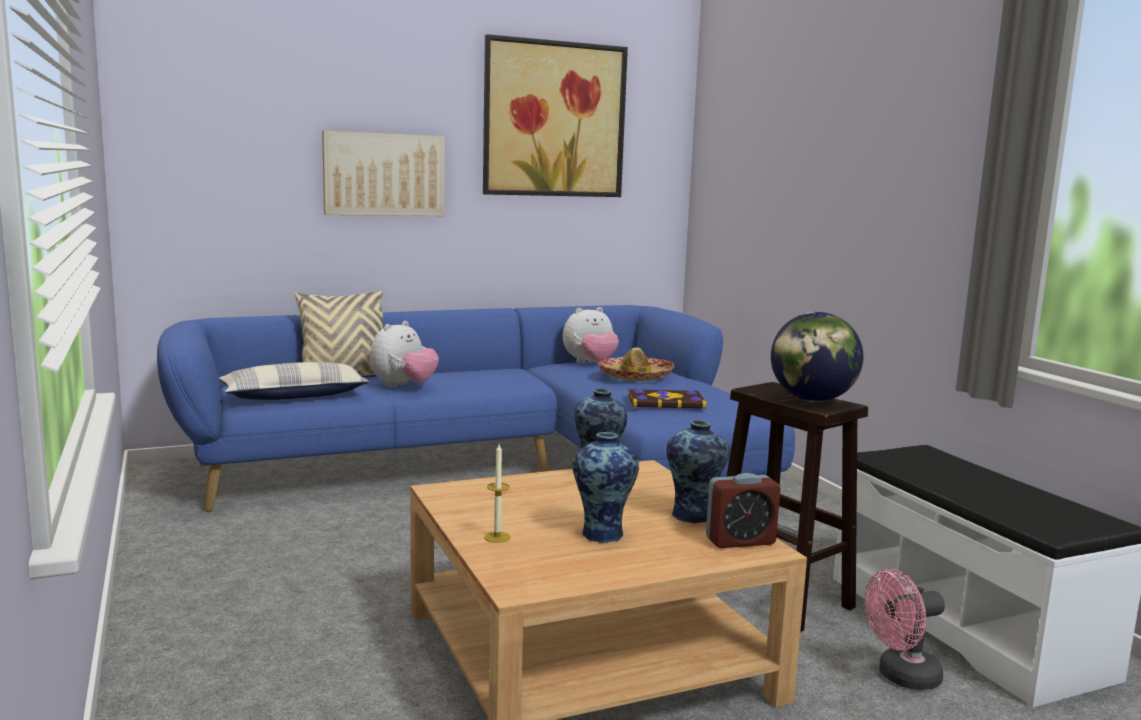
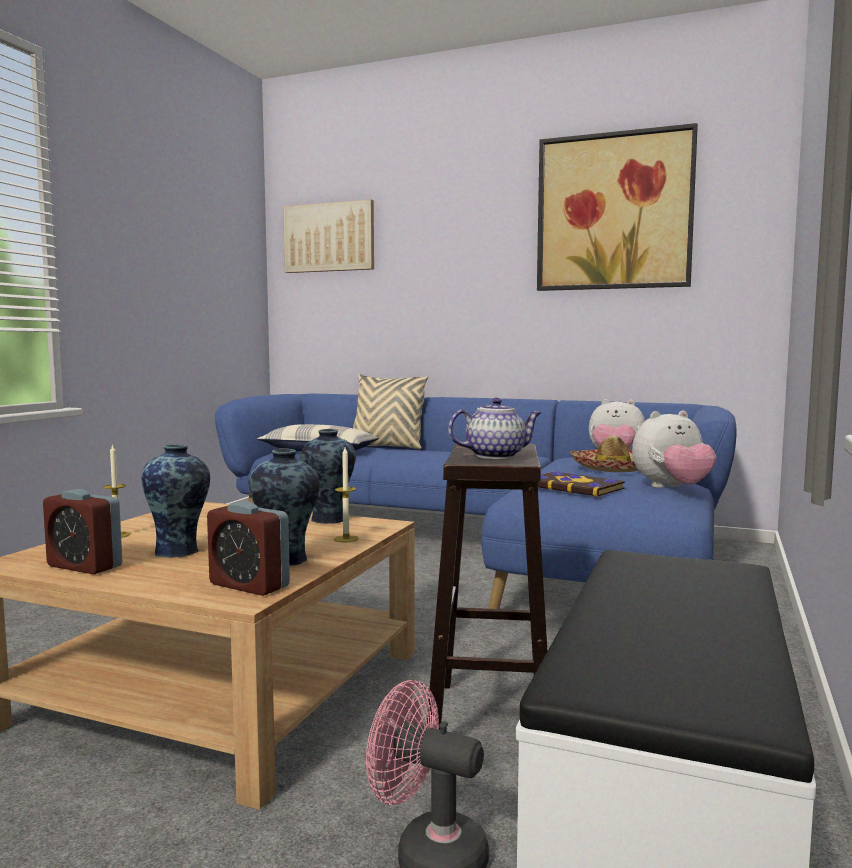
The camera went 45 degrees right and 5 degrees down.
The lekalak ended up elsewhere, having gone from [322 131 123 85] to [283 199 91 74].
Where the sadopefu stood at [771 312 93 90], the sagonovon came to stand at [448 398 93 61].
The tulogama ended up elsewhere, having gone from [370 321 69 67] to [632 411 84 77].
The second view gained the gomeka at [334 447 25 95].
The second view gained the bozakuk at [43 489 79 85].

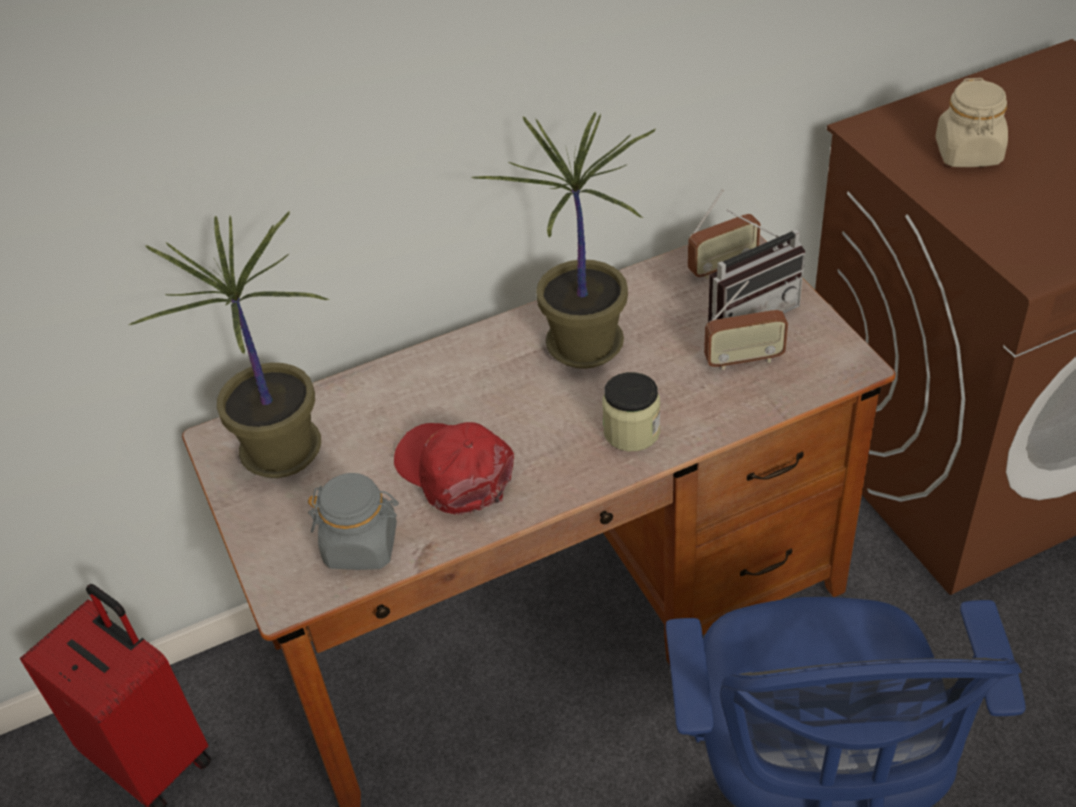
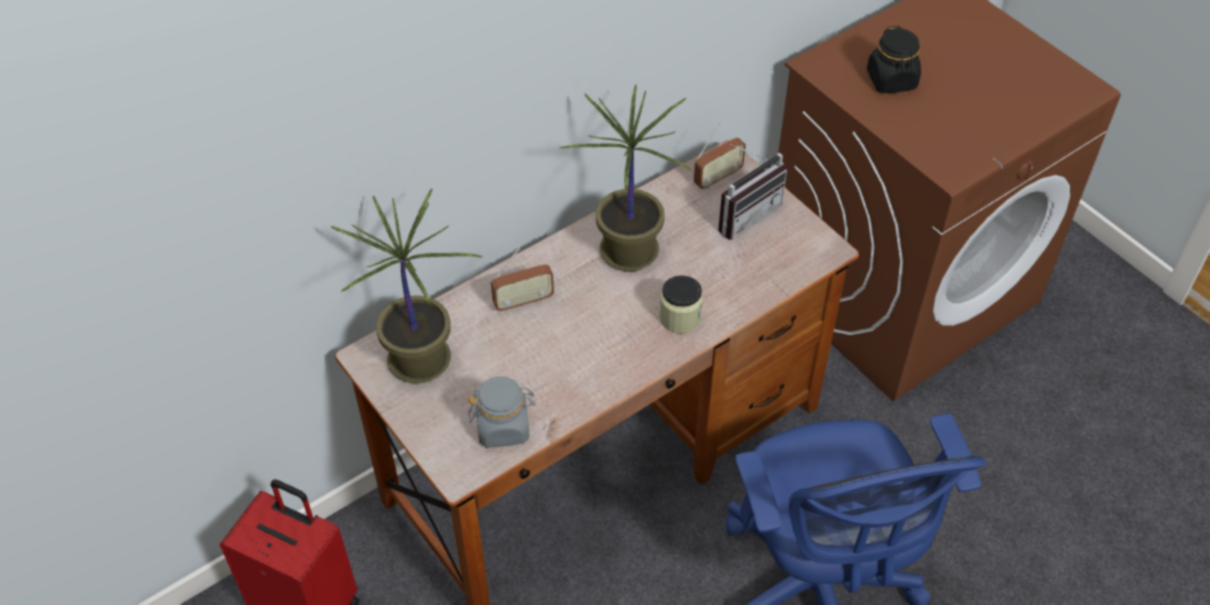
The camera went 15 degrees left and 5 degrees up.
What was the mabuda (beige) at [935 78 73 89] turned into the mabuda (black) at [867 26 54 67].
The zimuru ended up elsewhere, having gone from [704 280 84 90] to [491 248 63 64].
The second view lost the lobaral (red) at [394 422 120 93].

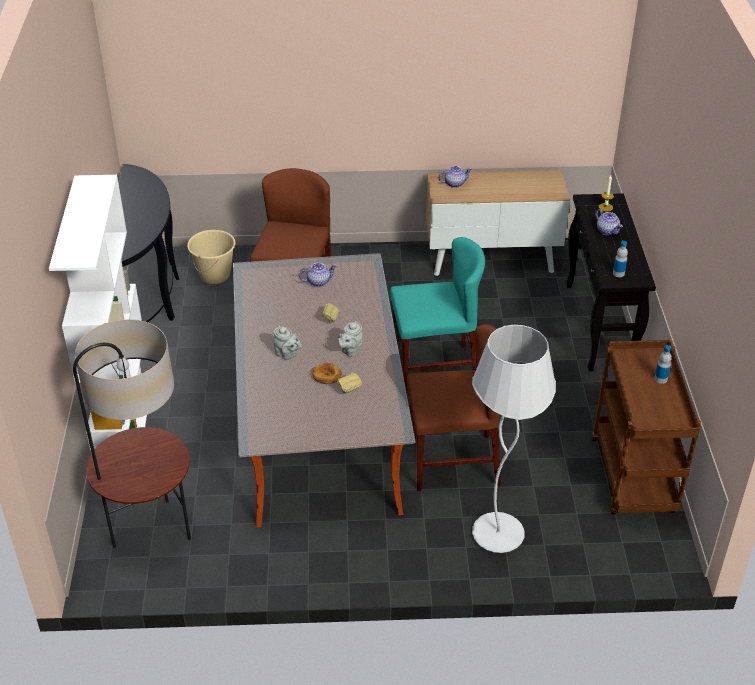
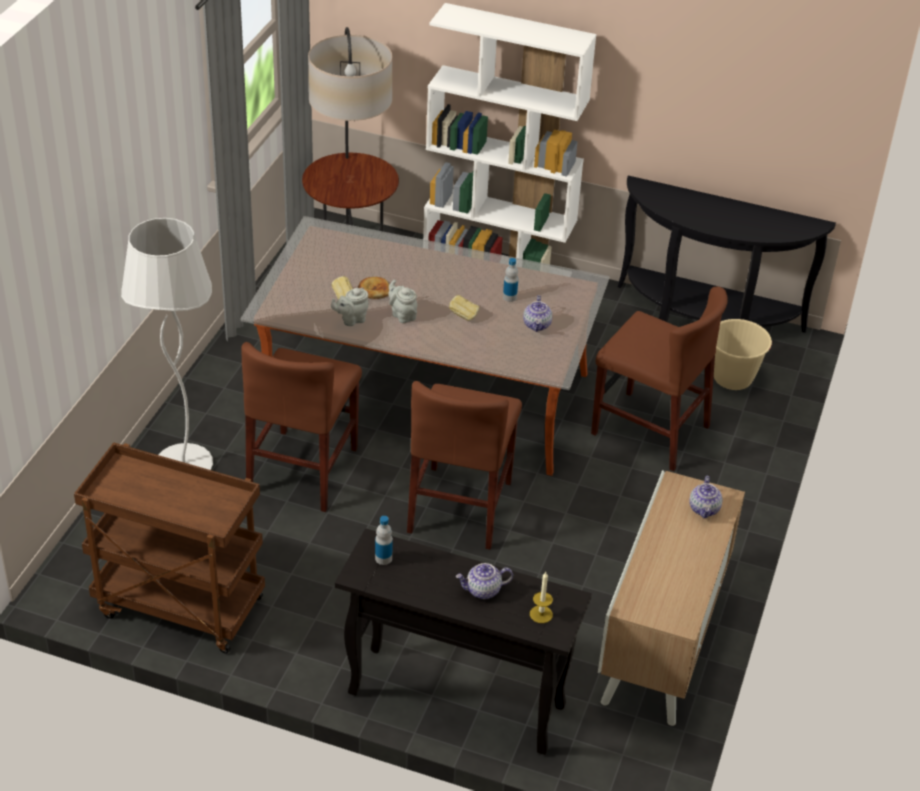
The camera went 110 degrees right and 0 degrees up.
What was the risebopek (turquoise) at [390 237 95 156] turned into the risebopek (brown) at [407 381 115 169].
The sagonovon (grey) ended up elsewhere, having gone from [273 326 29 34] to [331 288 37 38].
The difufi ended up elsewhere, having gone from [654 345 18 39] to [503 258 15 44].

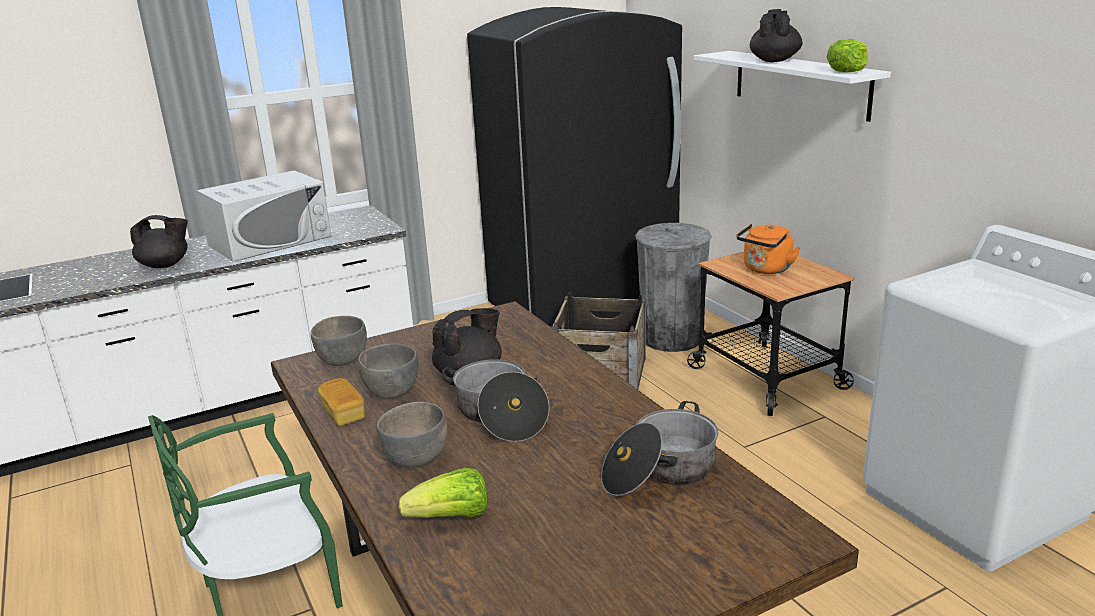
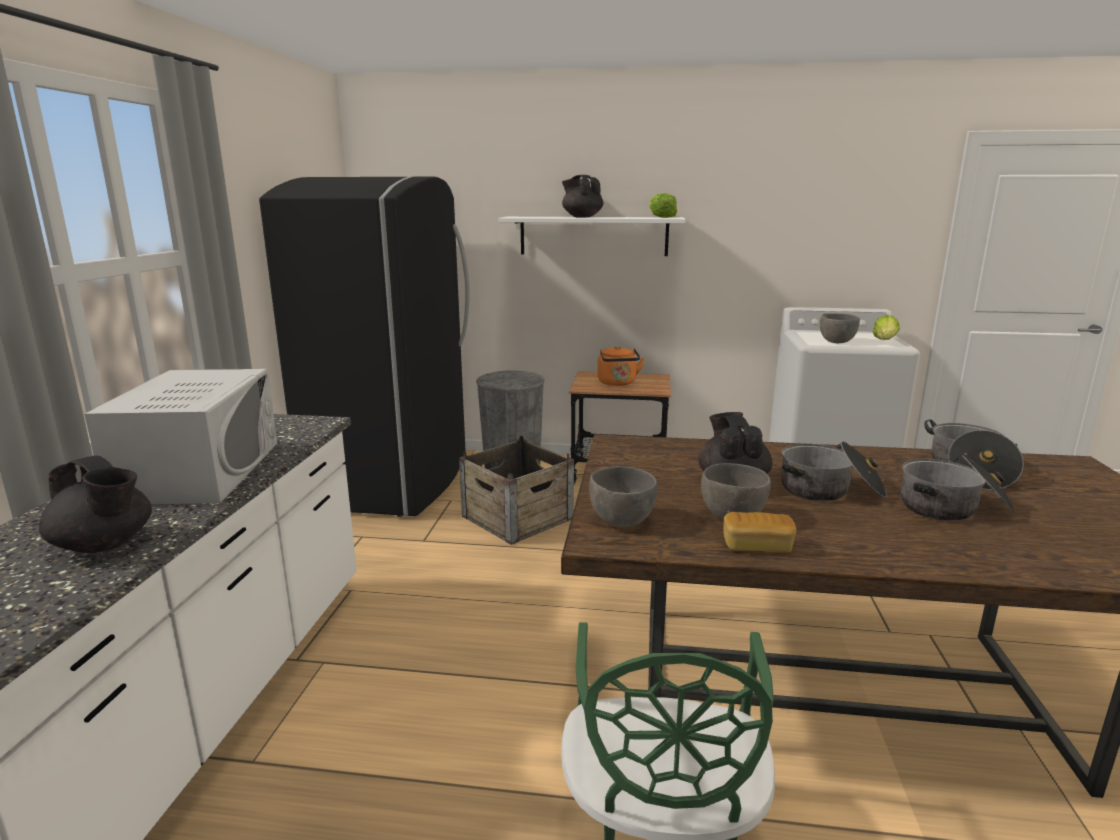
The camera went 55 degrees left and 5 degrees down.
The sagonovon (black) at [130 215 58 53] ended up facing another way, 90 degrees clockwise from before.
The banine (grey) ended up elsewhere, having gone from [377 402 70 65] to [820 313 40 30].
The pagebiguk ended up elsewhere, having gone from [398 468 90 50] to [873 315 27 25].
The second view gained the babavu at [901 455 114 66].

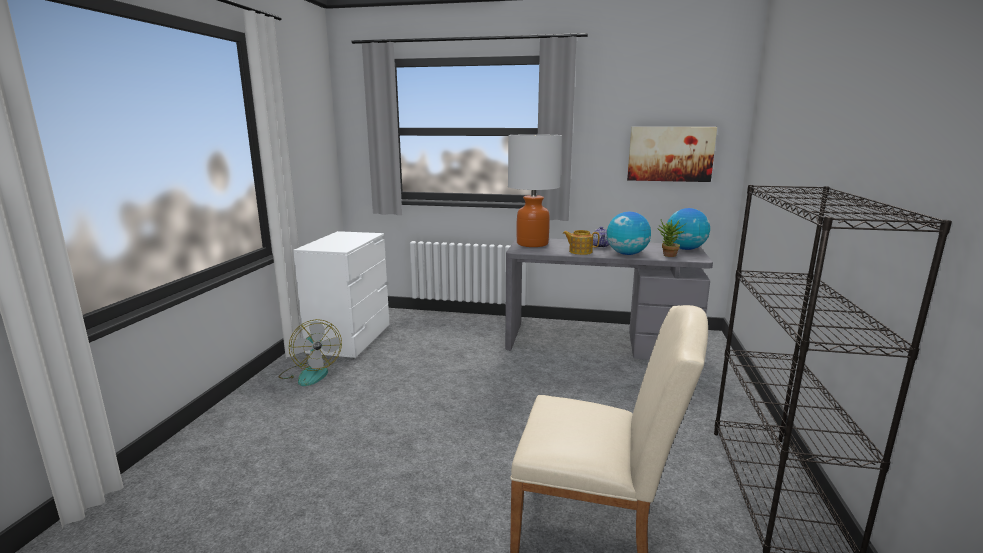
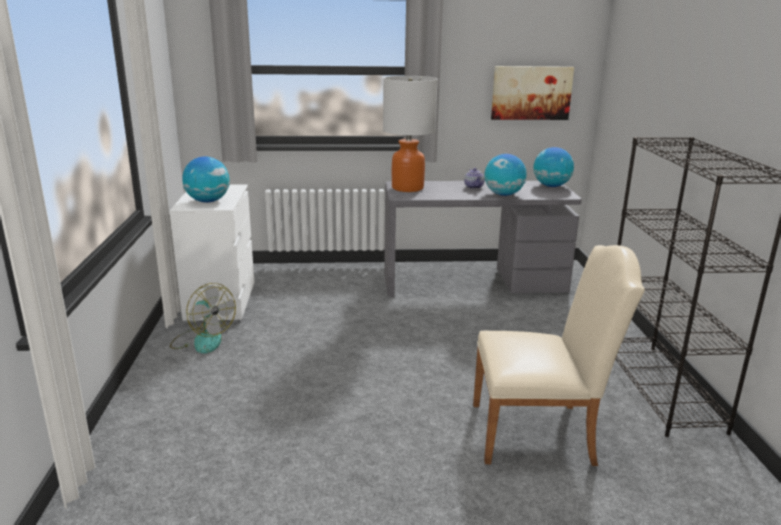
The camera went 15 degrees left and 5 degrees up.
The second view lost the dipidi at [657 220 28 37].
The second view lost the sagonovon at [563 230 36 25].
The second view gained the sadopefu at [182 157 48 46].

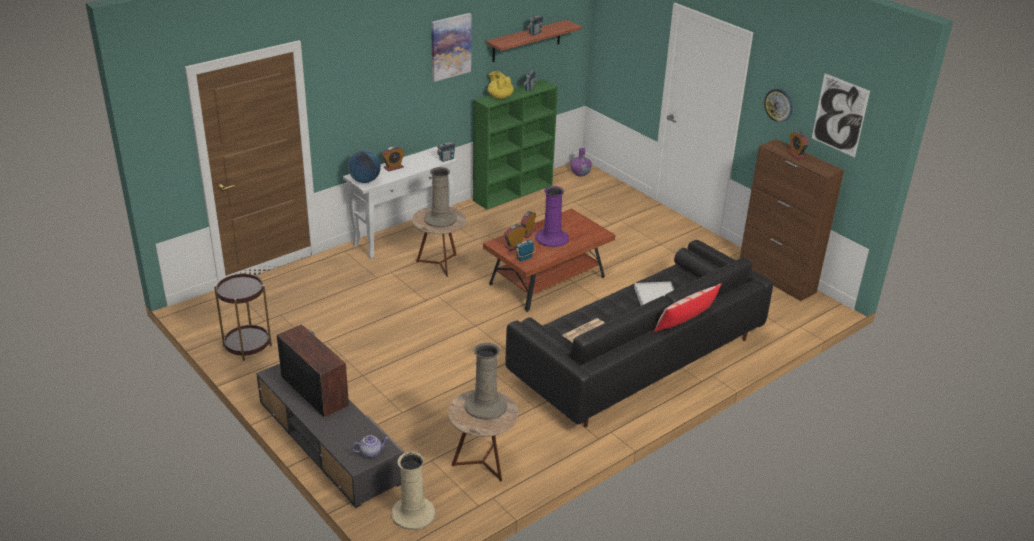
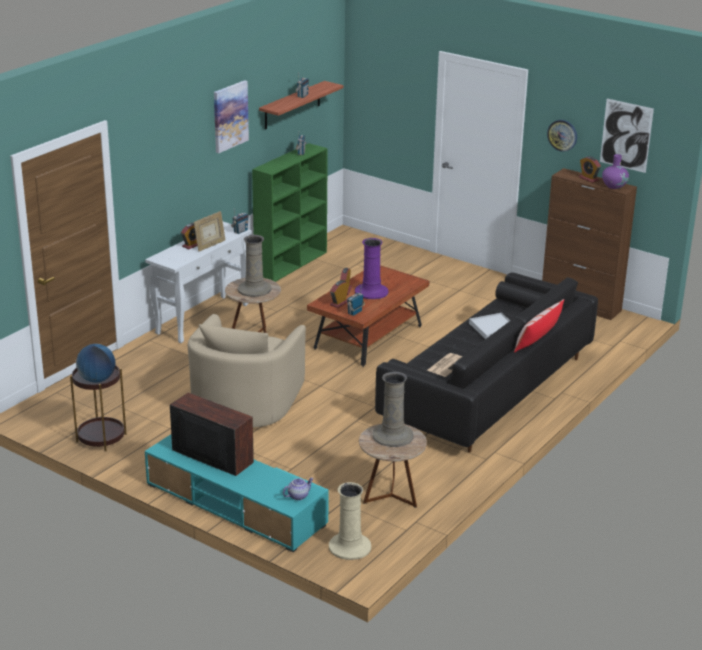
The camera went 15 degrees left and 5 degrees down.
The second view lost the sagonovon (yellow) at [488 71 26 28].
The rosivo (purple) ended up elsewhere, having gone from [570 148 22 29] to [602 154 27 35].
The sadopefu ended up elsewhere, having gone from [348 150 33 33] to [76 344 39 38].
What was the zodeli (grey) at [256 364 148 144] turned into the zodeli (turquoise) at [145 434 184 118].
The second view gained the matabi at [194 211 32 40].
The second view gained the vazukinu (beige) at [188 314 118 114].

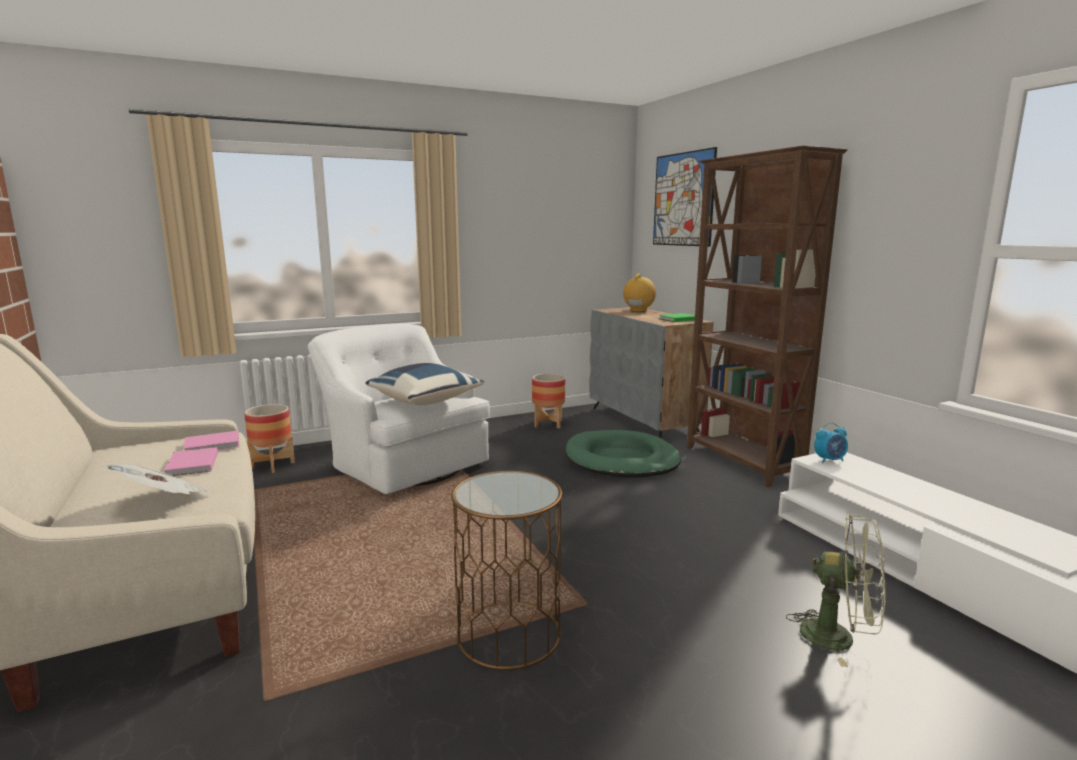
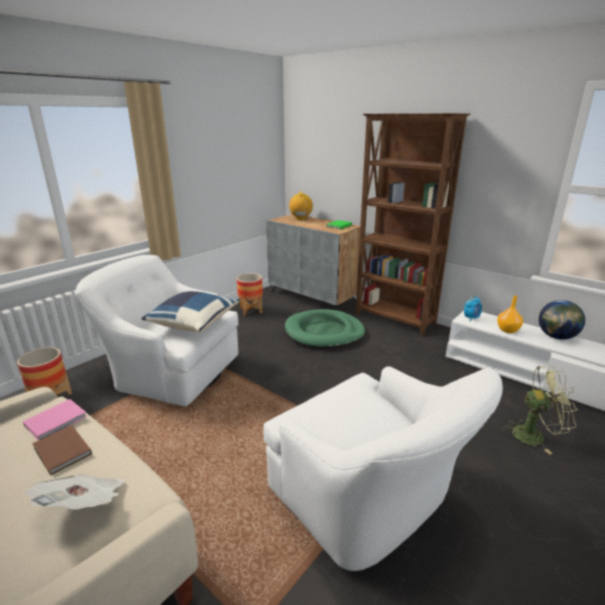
The camera went 25 degrees left and 10 degrees up.
The second view lost the lekalak at [653 147 64 100].
What was the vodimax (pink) at [164 447 54 29] turned into the vodimax (brown) at [32 426 60 50].
Where the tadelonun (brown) stood at [451 471 111 199], the vazukinu (white) came to stand at [263 366 240 205].
The second view gained the rosivo (orange) at [497 296 26 37].
The second view gained the sadopefu at [539 300 46 40].

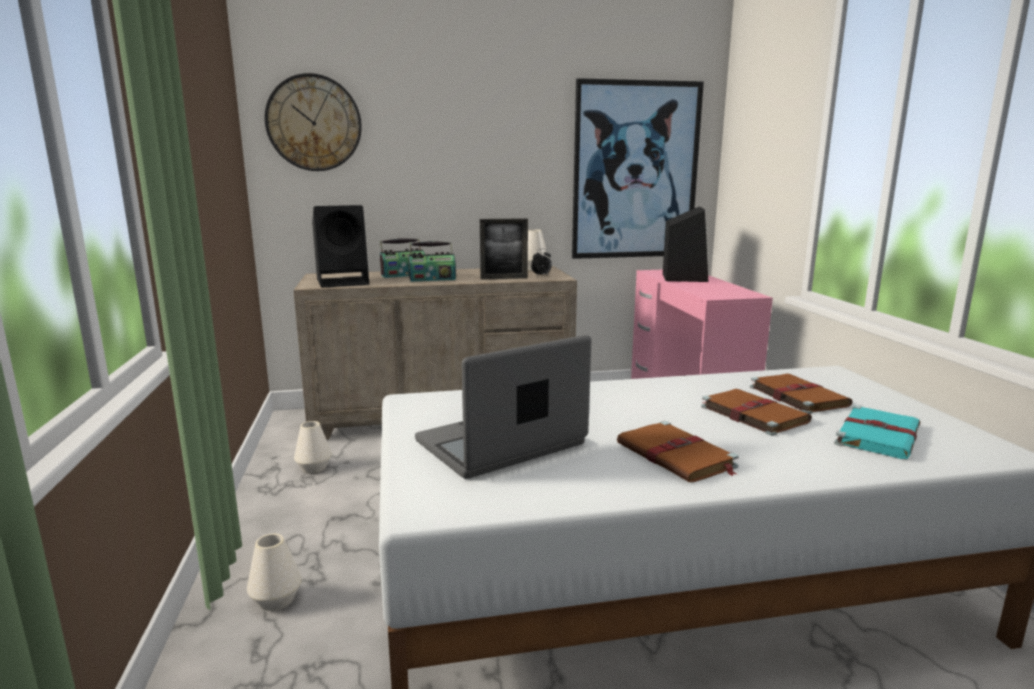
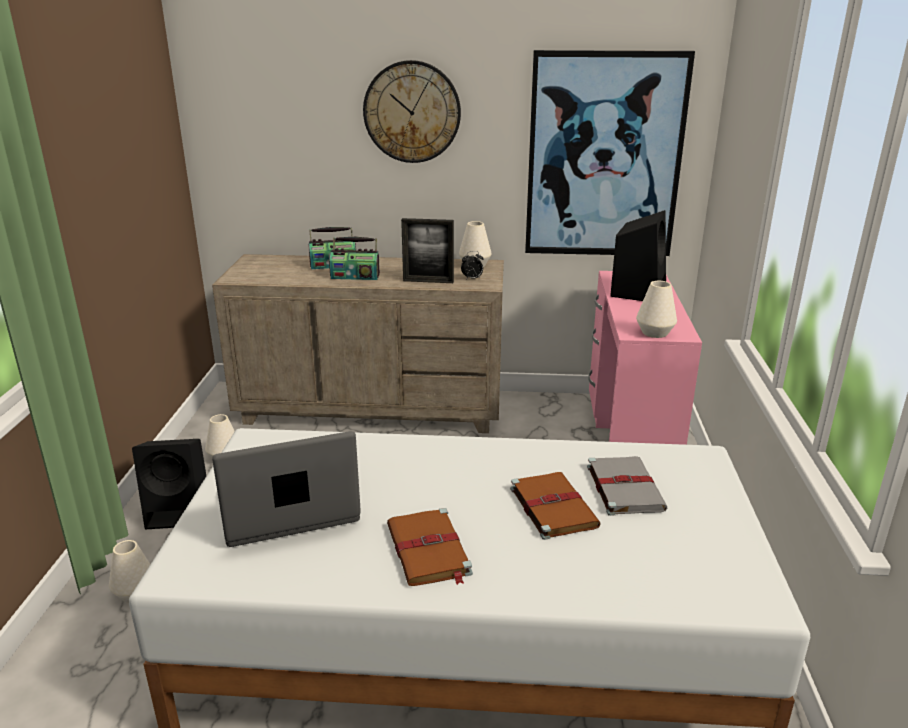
The camera went 15 degrees right and 10 degrees up.
The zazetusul ended up elsewhere, having gone from [265 73 97 98] to [363 60 98 103].
The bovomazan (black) ended up elsewhere, having gone from [312 205 57 83] to [132 439 74 90].
What was the vodimax (brown) at [750 374 102 40] turned into the vodimax (grey) at [587 456 80 60].
The second view lost the vodimax (turquoise) at [834 405 86 54].
The second view gained the rosivo (white) at [636 281 41 57].

